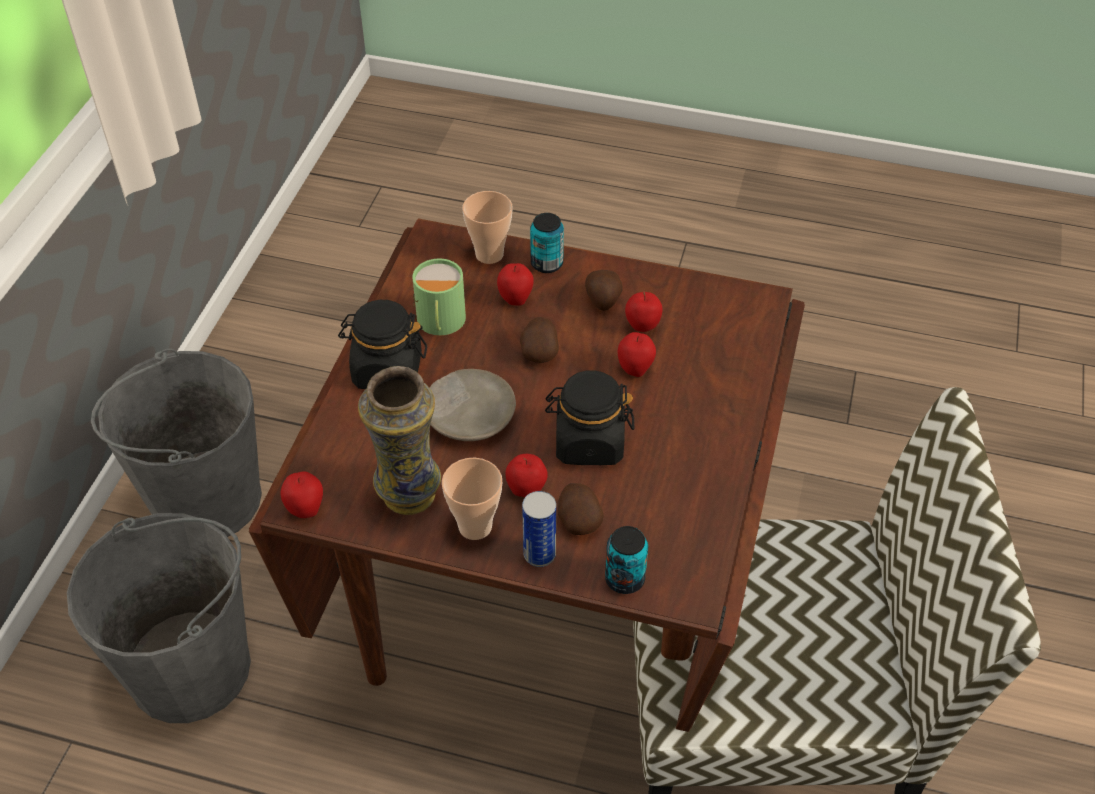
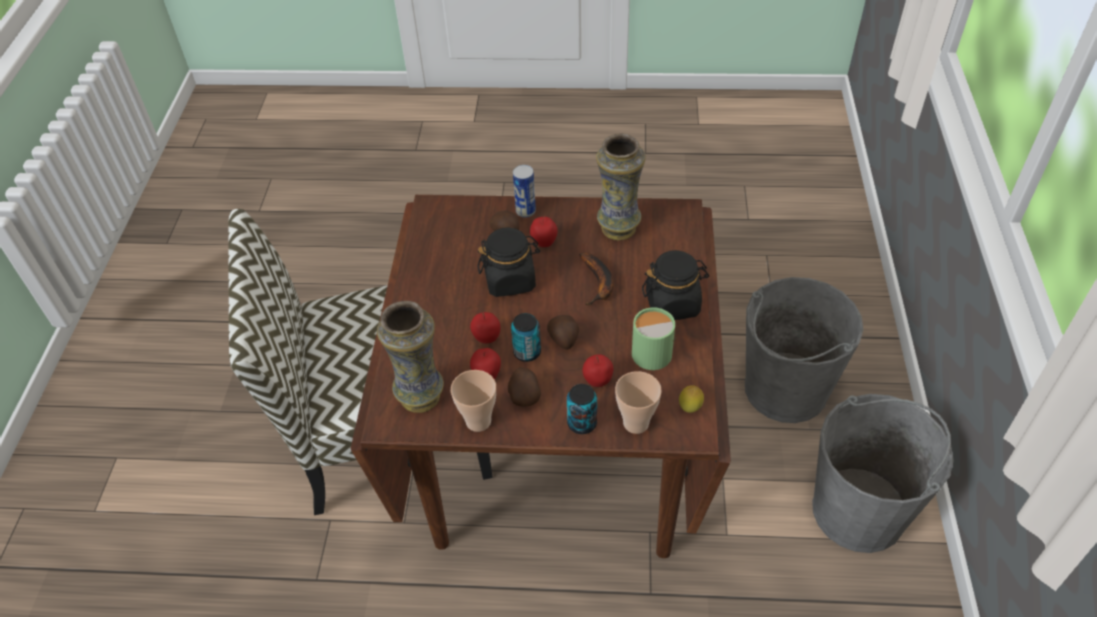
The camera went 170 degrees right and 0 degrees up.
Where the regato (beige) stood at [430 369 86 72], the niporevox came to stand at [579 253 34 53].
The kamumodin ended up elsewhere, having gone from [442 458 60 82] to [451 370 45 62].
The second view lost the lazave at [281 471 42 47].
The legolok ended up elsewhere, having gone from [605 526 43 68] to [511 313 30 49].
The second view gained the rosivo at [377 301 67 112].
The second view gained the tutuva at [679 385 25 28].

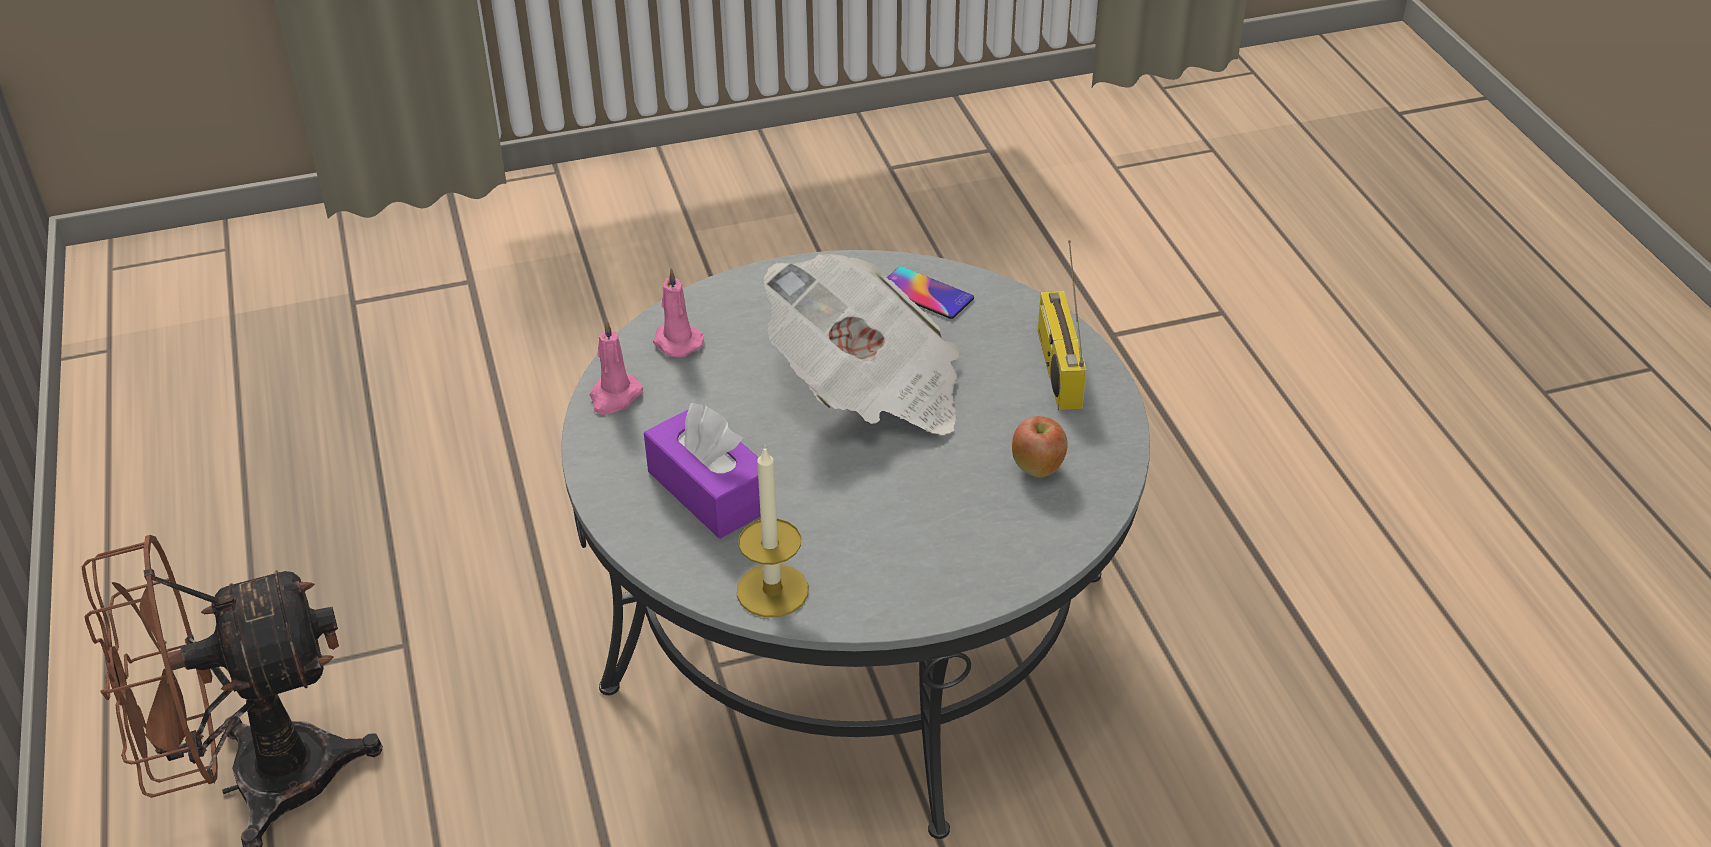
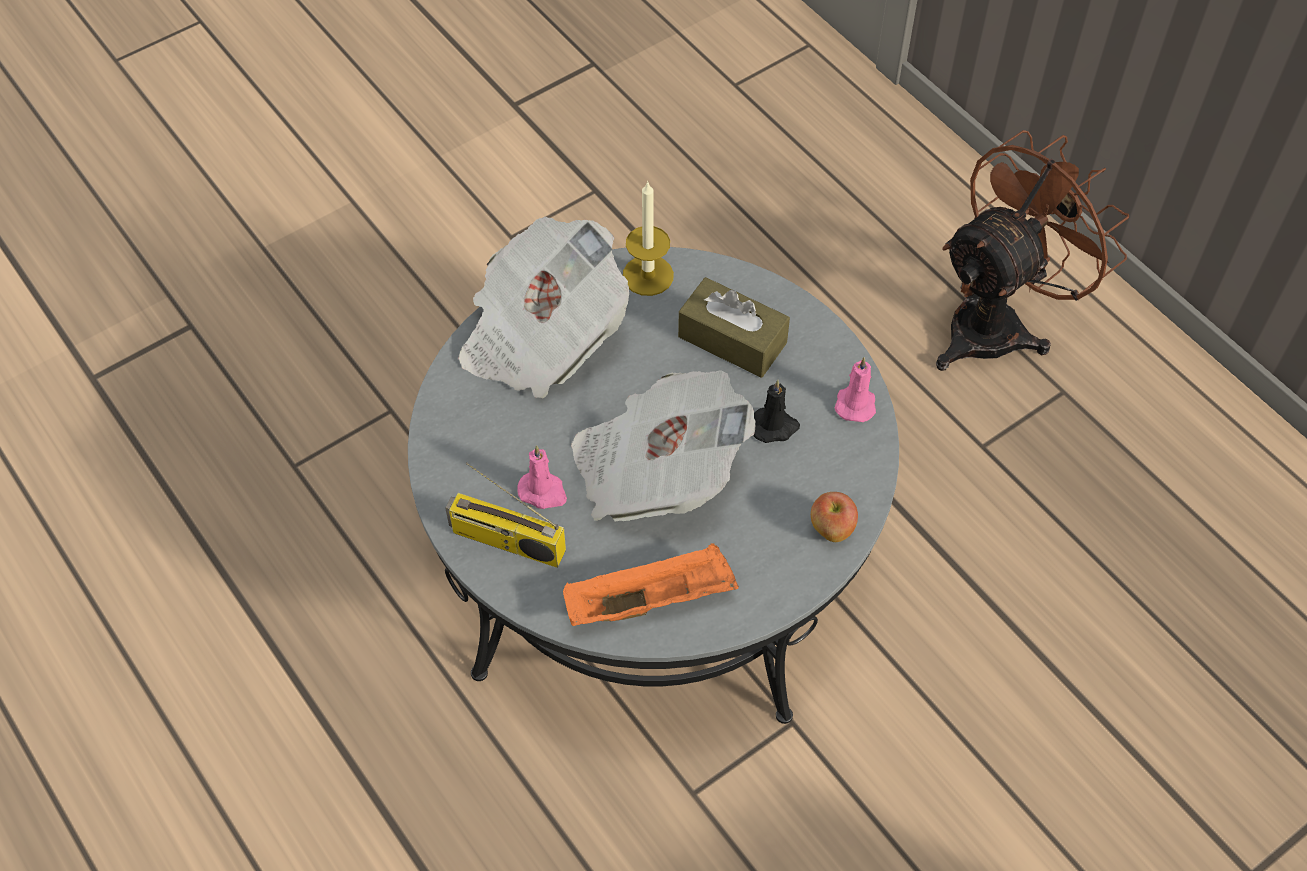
The camera went 160 degrees right and 15 degrees up.
The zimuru at [1038 240 48 170] ended up facing another way, 135 degrees clockwise from before.
Where the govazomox stood at [887 266 87 53], the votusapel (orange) came to stand at [563 543 176 83].
The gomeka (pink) ended up elsewhere, having gone from [653 268 51 89] to [517 445 50 64].
What was the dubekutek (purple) at [644 402 117 137] turned into the dubekutek (brown) at [678 277 112 101].
The lazave ended up elsewhere, having gone from [1012 416 56 61] to [811 492 47 50].
The second view gained the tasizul at [458 217 171 181].
The second view gained the gomeka (black) at [753 380 47 63].

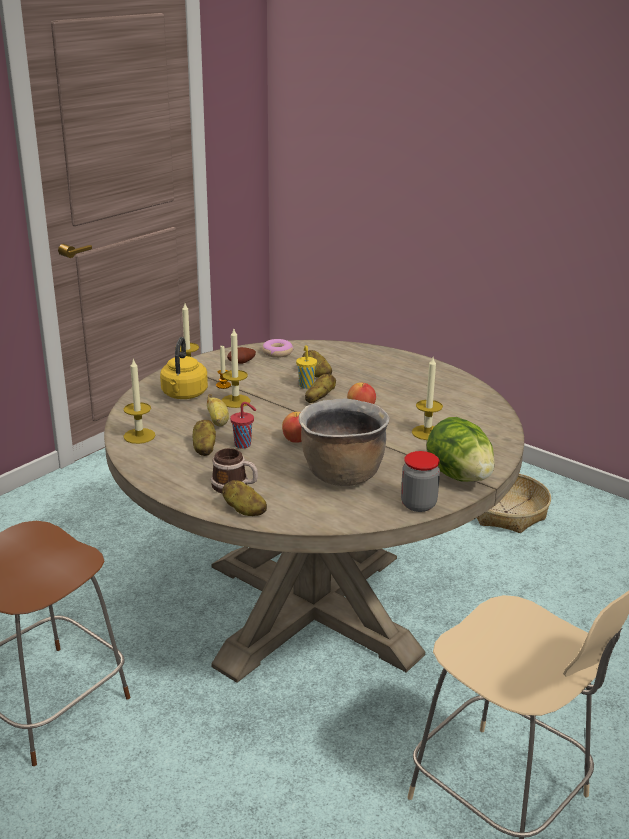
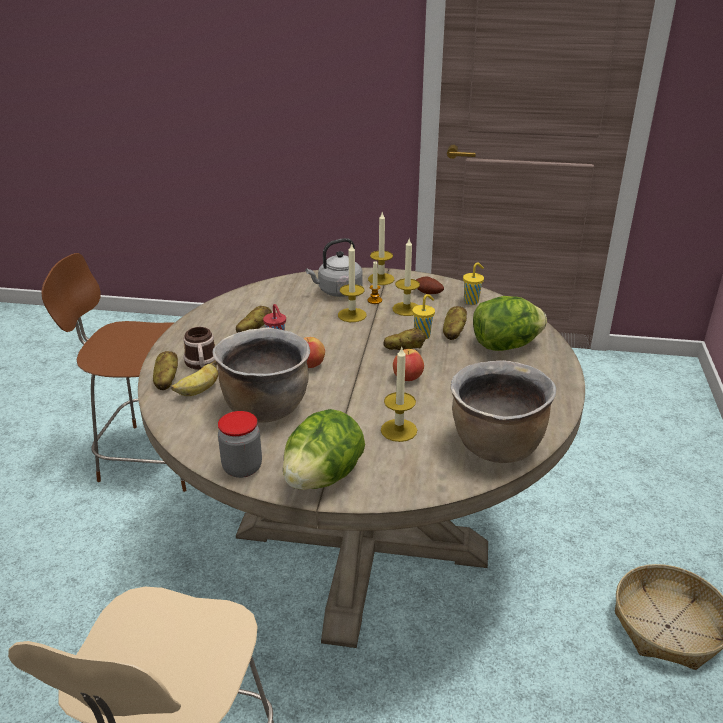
The camera went 60 degrees right and 5 degrees up.
What was the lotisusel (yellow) at [160 337 48 62] turned into the lotisusel (grey) at [306 238 56 59].
Where the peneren stood at [262 339 31 19], the kamumodin (yellow) came to stand at [463 262 21 43].
The gomeka ended up elsewhere, having gone from [124 359 31 85] to [393 239 27 77].
The niporevox ended up elsewhere, having gone from [207 394 22 33] to [171 361 47 35].
The second view gained the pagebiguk at [473 296 74 55].
The second view gained the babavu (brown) at [451 360 105 103].

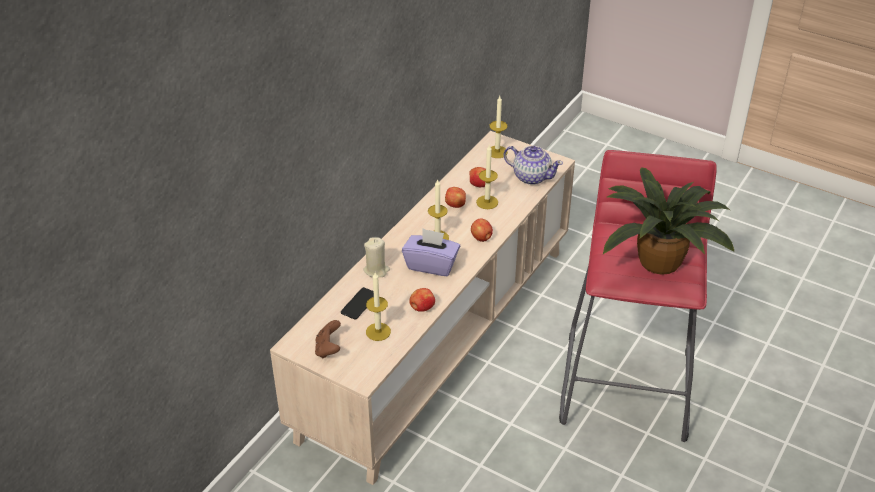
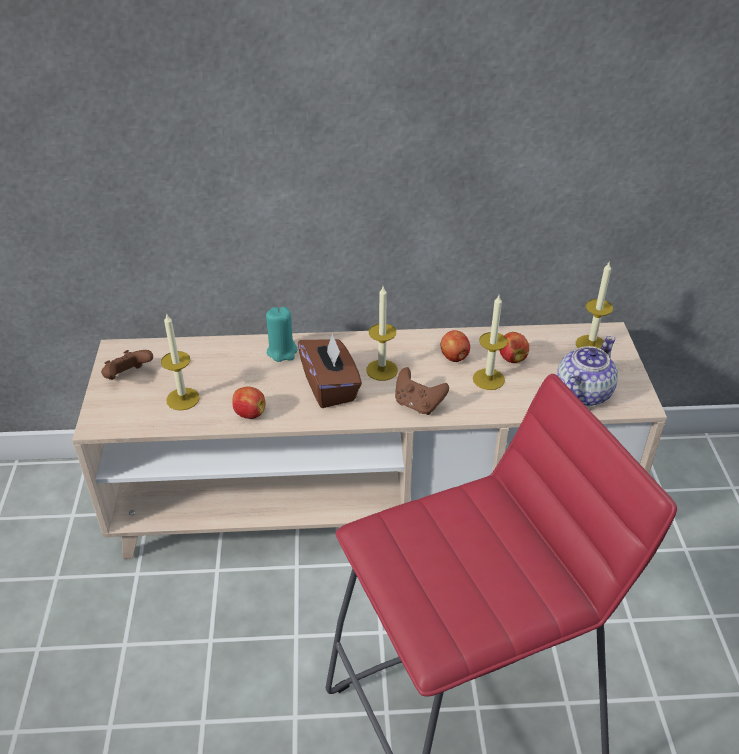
The camera went 55 degrees right and 0 degrees up.
The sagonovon at [504 146 59 39] ended up facing another way, 135 degrees counterclockwise from before.
The second view lost the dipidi at [603 167 132 108].
Where the lazave stood at [471 219 22 23], the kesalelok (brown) came to stand at [395 367 54 48].
What was the dubekutek (purple) at [402 228 58 48] turned into the dubekutek (brown) at [298 333 64 75].
What was the gomeka (beige) at [363 238 27 39] turned into the gomeka (turquoise) at [266 307 32 55].
The second view lost the govazomox at [341 287 33 33].

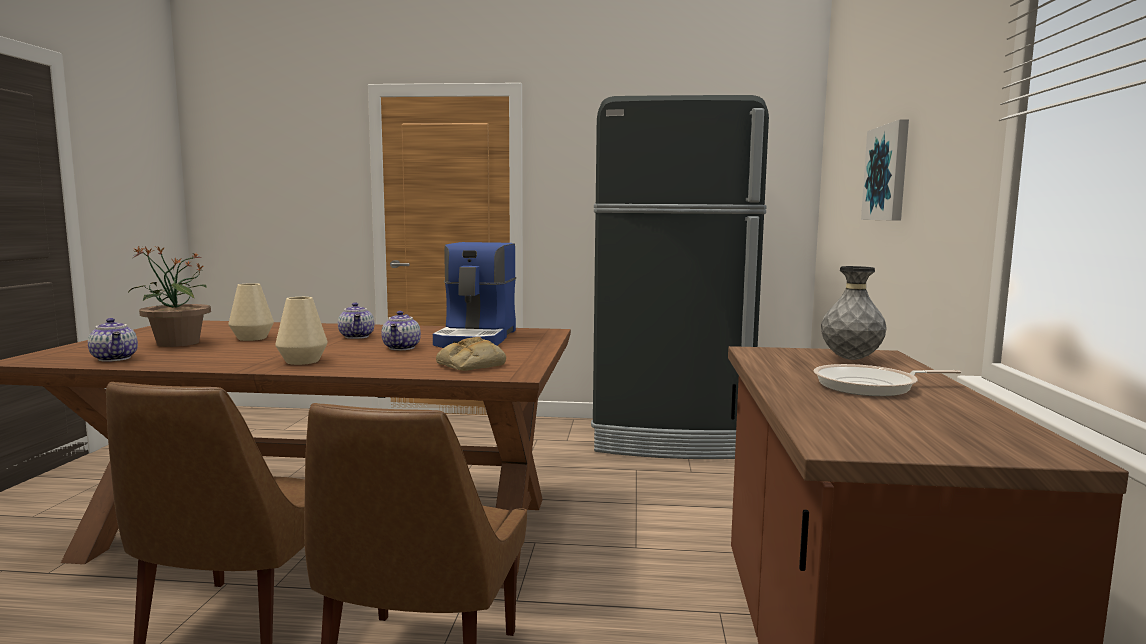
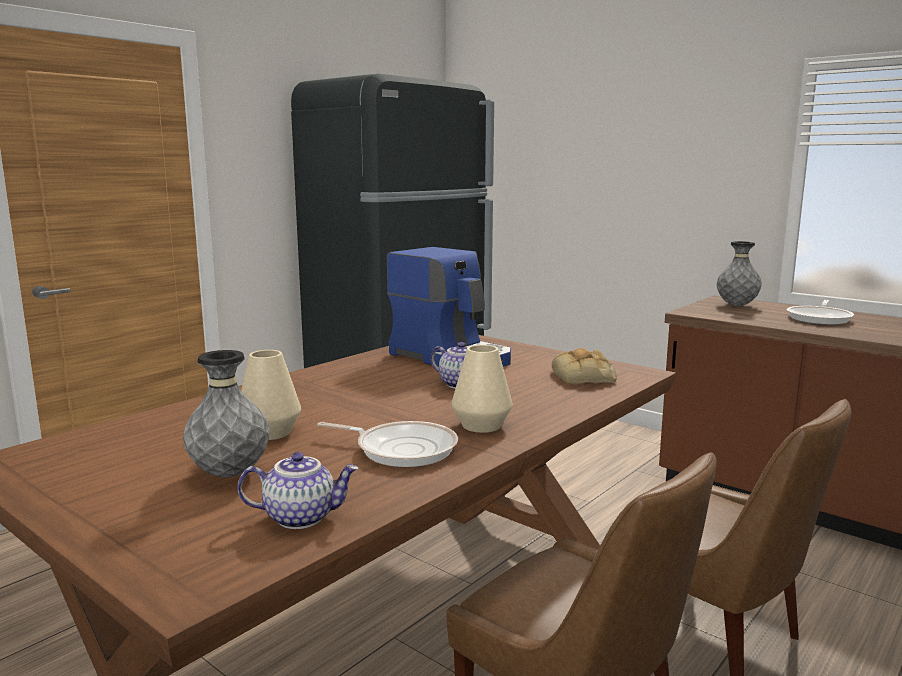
The camera went 55 degrees left and 5 degrees up.
The second view lost the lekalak at [861 119 48 102].
Where the dipidi stood at [128 245 83 102], the rosivo (grey) came to stand at [183 350 86 128].
The second view lost the sagonovon at [338 302 36 37].
The second view gained the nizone at [317 421 141 46].

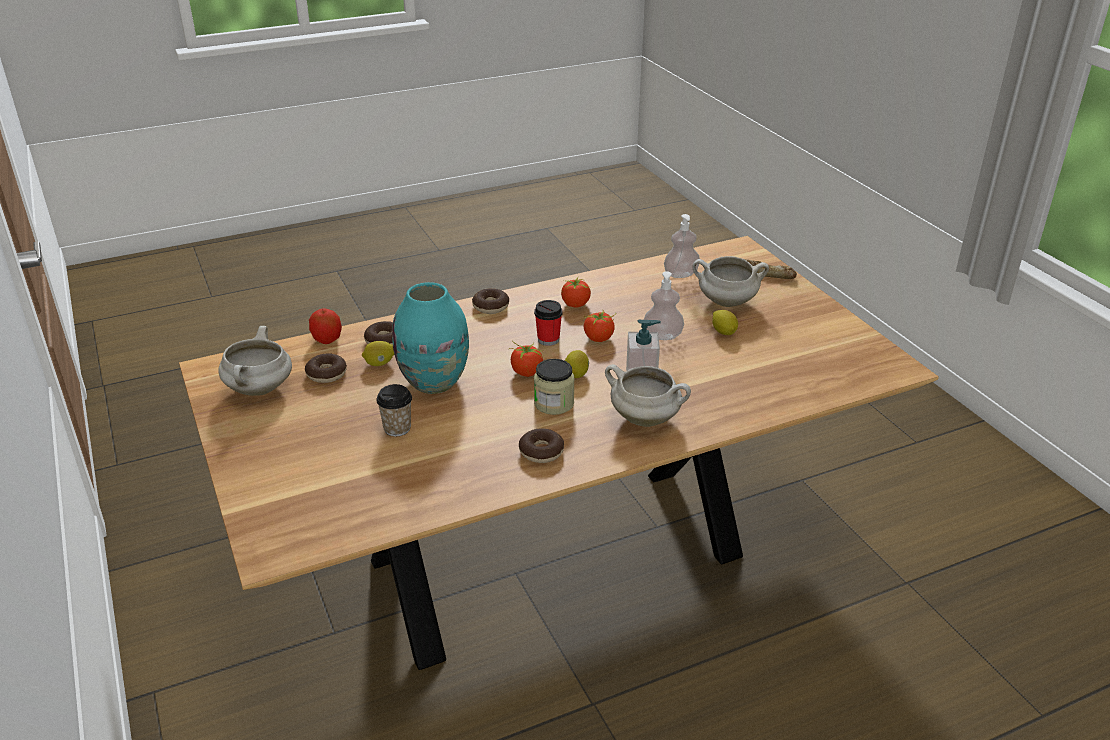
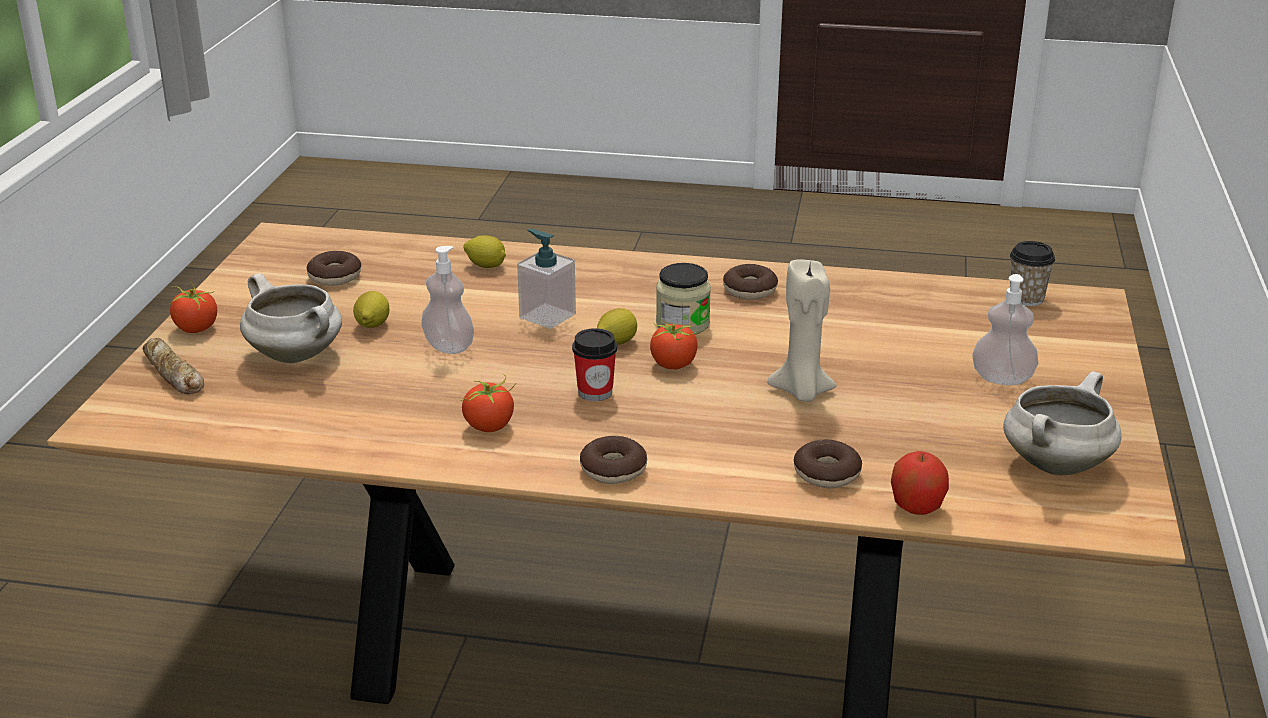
The camera went 145 degrees left and 5 degrees down.
The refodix ended up elsewhere, having gone from [664 214 36 64] to [972 274 66 111].
Where the rosivo (turquoise) stood at [392 282 77 112], the gomeka (beige) came to stand at [767 259 70 143].
The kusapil ended up elsewhere, having gone from [583 309 33 33] to [170 281 47 52].
The tutuva ended up elsewhere, having gone from [362 341 32 25] to [464 235 42 33].
The peneren ended up elsewhere, having gone from [305 353 42 30] to [307 251 54 35].
The second view lost the babavu (white) at [605 364 86 63].
The kamumodin ended up elsewhere, having gone from [376 384 36 52] to [1010 241 45 65].

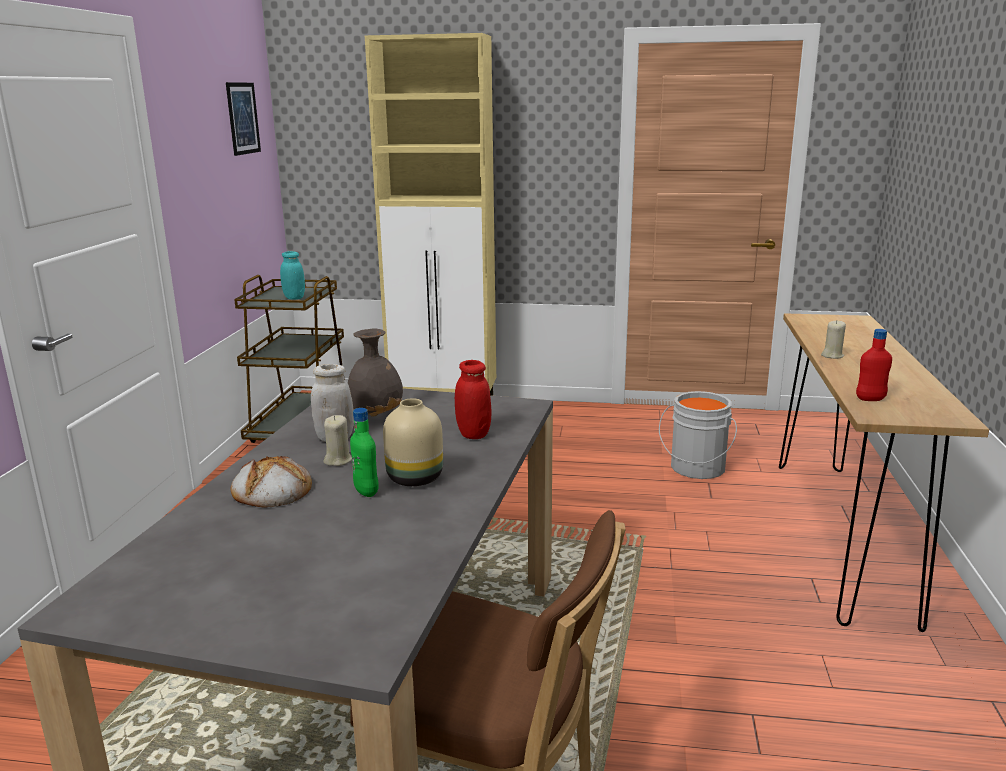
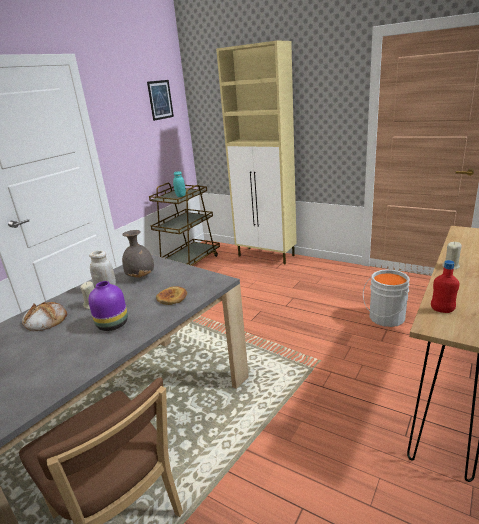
The camera went 25 degrees right and 5 degrees up.
Where the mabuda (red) stood at [455 360 36 79], the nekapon came to stand at [156 286 31 19].
What was the rosivo (beige) at [383 398 60 88] turned into the rosivo (purple) at [88 281 40 50].
The second view lost the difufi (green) at [350 408 29 89].

